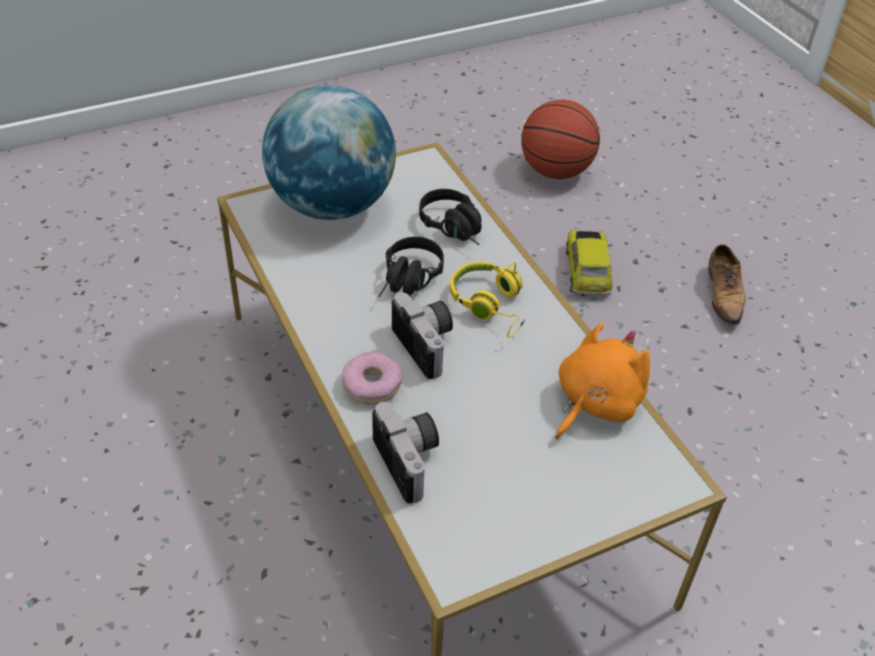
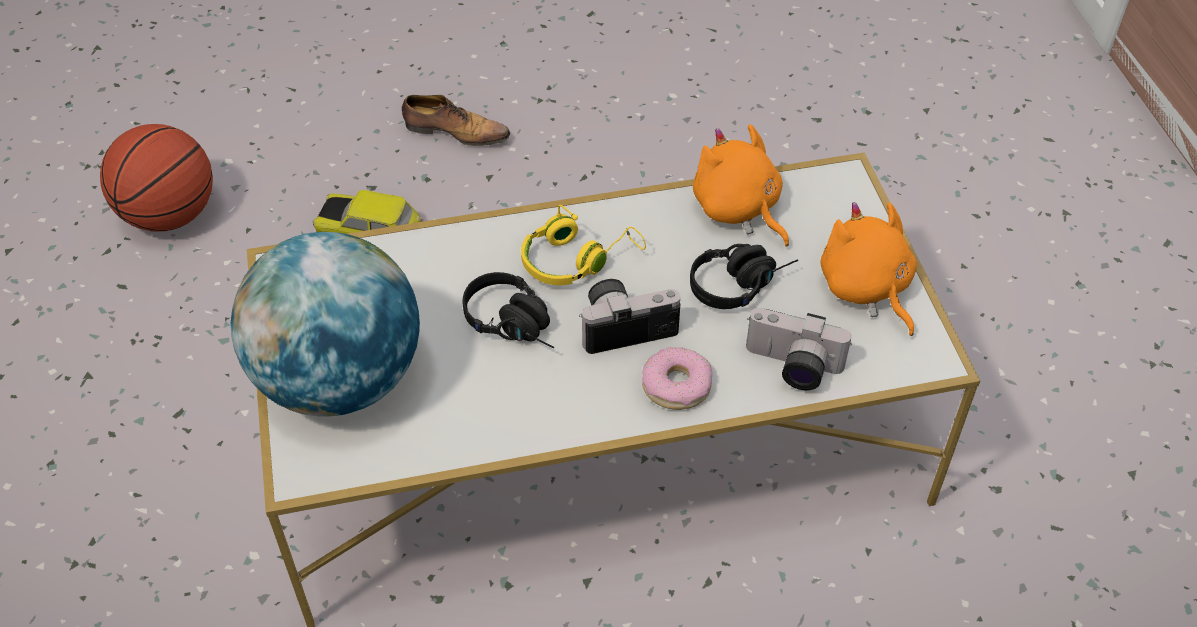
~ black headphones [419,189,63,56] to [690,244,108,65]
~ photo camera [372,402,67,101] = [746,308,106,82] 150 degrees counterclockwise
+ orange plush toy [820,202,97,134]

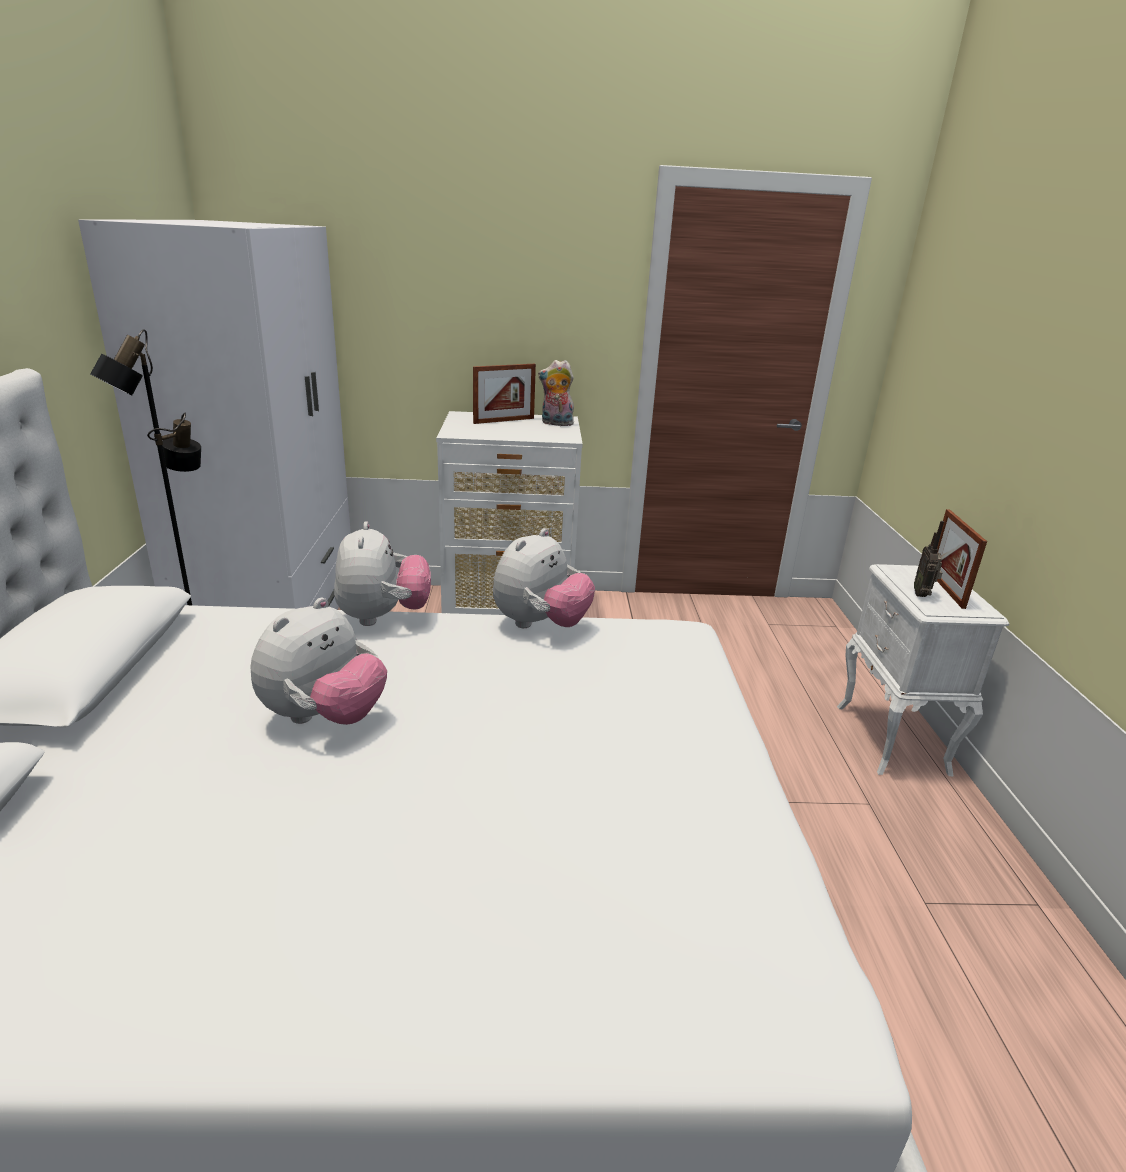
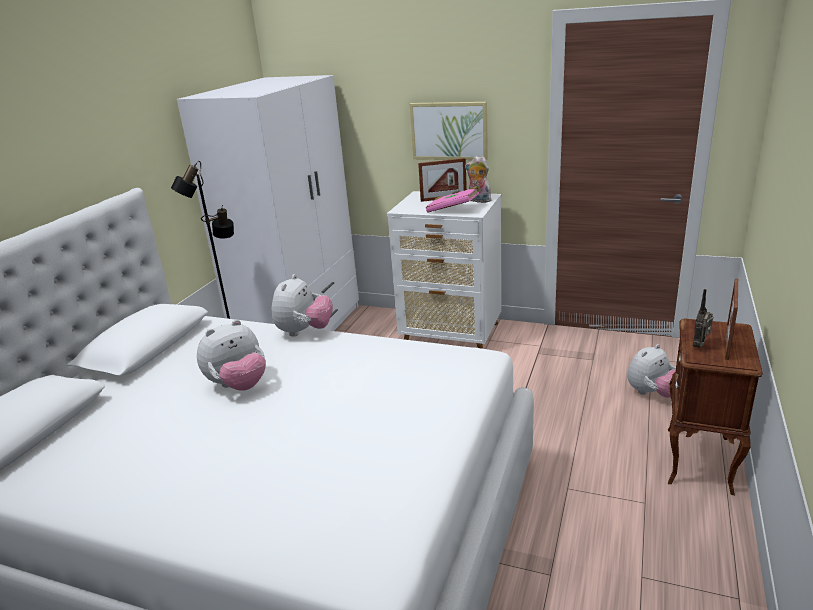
~ plush toy [493,528,102,100] to [627,344,49,54]
~ white nightstand [837,564,172,213] to brown nightstand [668,318,95,178]
+ picture [410,102,78,58]
+ pink book [426,186,53,26]

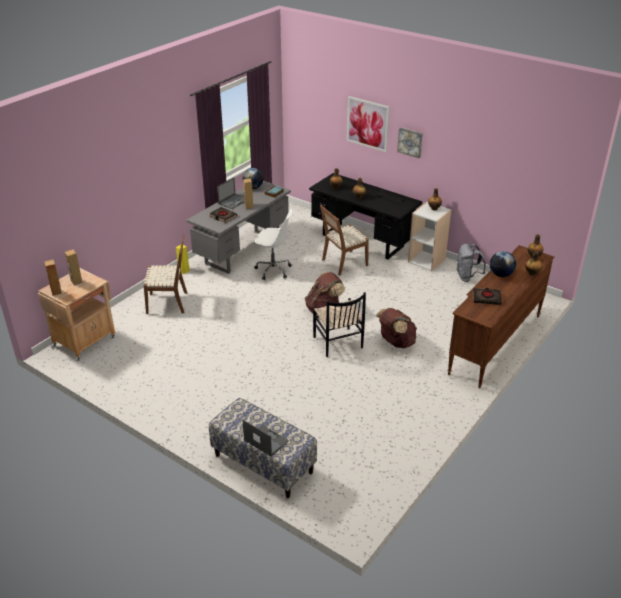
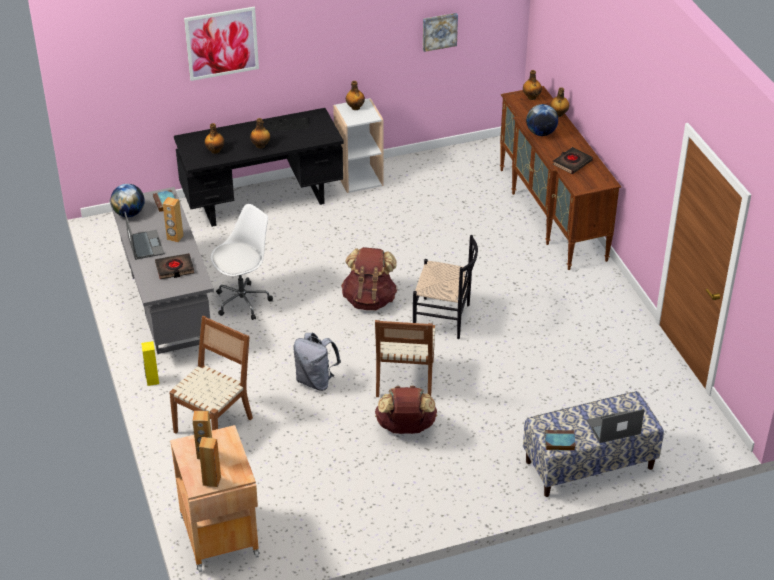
~ picture [397,127,26,31] to [423,13,35,39]
~ chair [320,205,49,70] to [375,320,61,77]
~ grey backpack [456,243,30,39] to [293,333,48,58]
~ brown backpack [375,308,42,40] to [375,386,62,48]
+ book [545,430,31,21]

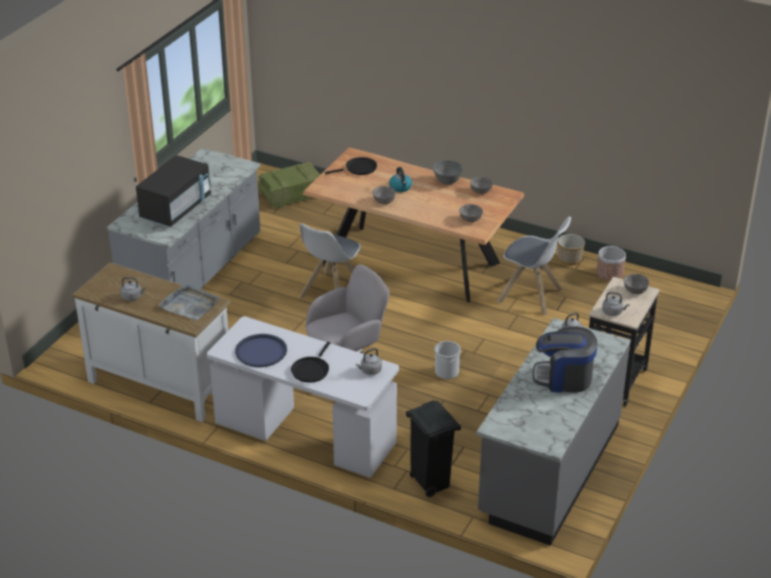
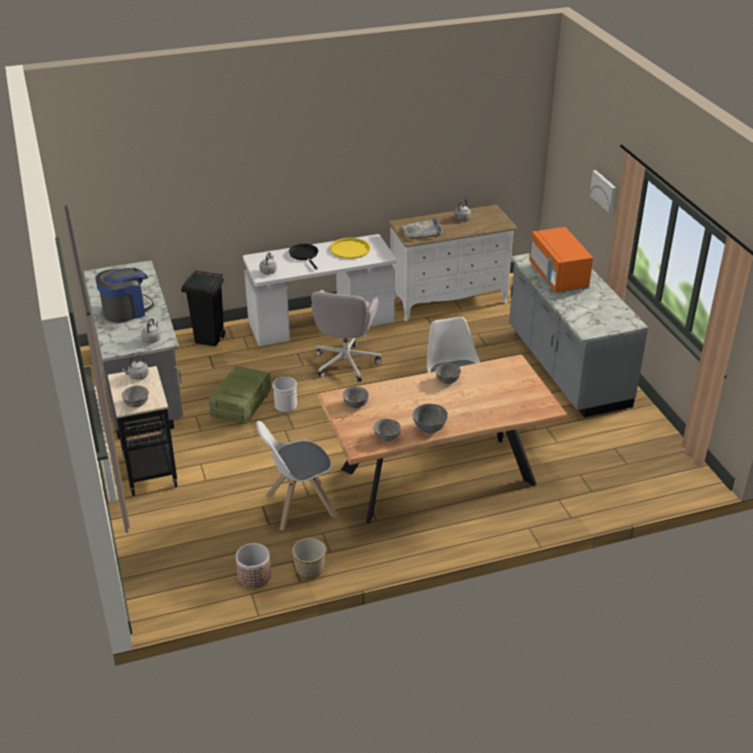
~ black microwave [136,155,75,72] to orange microwave [529,227,64,66]
- black frying pan [325,157,52,18]
~ crate [258,162,62,47] to [209,365,62,60]
- kettle [389,167,23,25]
~ blue tray [235,334,52,33] to yellow tray [330,238,41,21]
+ picture [590,170,26,43]

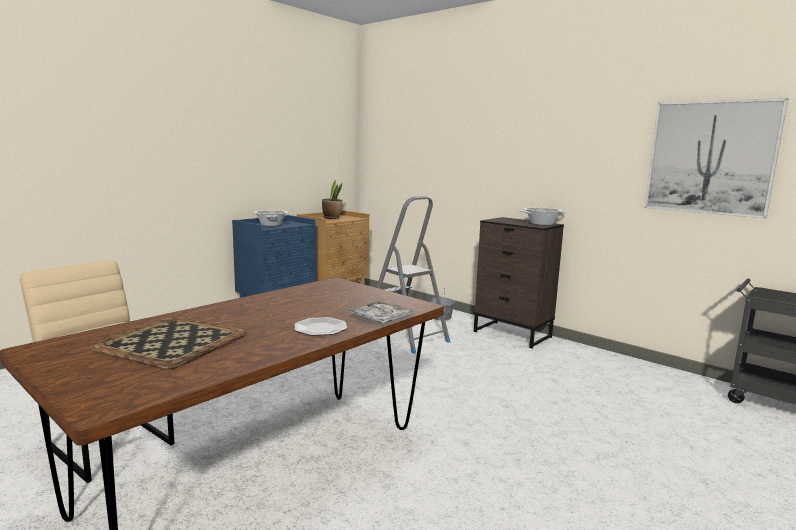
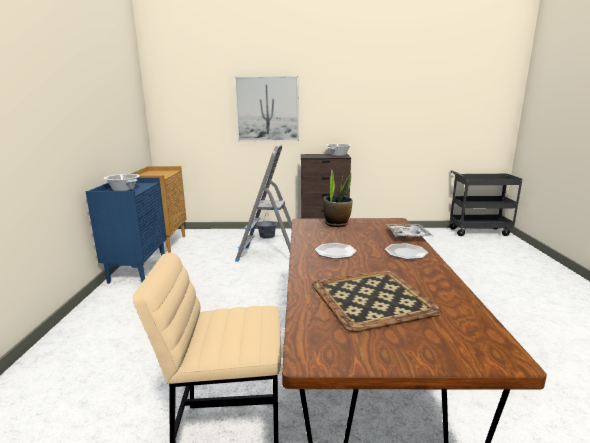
~ picture [644,98,144,121] to [234,76,65,66]
~ potted plant [322,179,21,40] to [324,169,29,58]
+ plate [315,243,42,16]

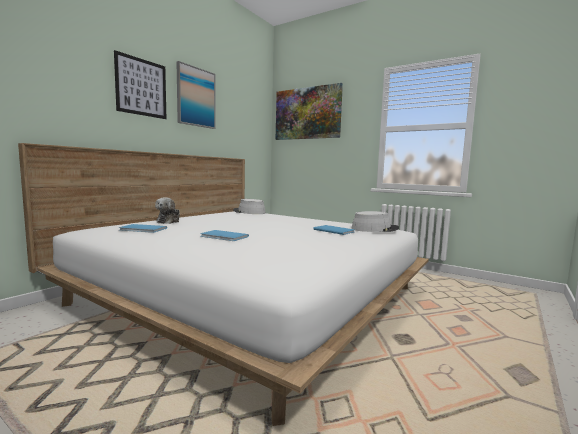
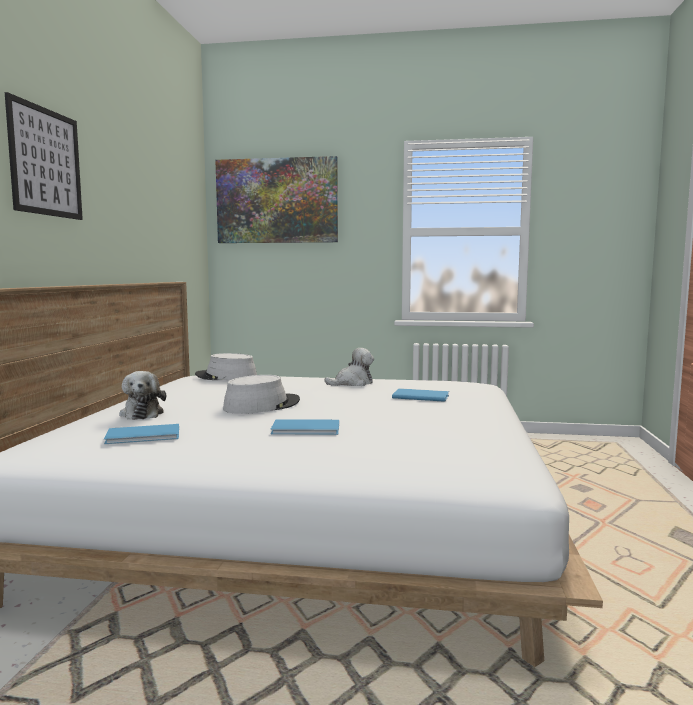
- picture [176,61,40,68]
~ grey hat [351,211,48,21] to [223,375,77,39]
+ plush toy [324,348,50,38]

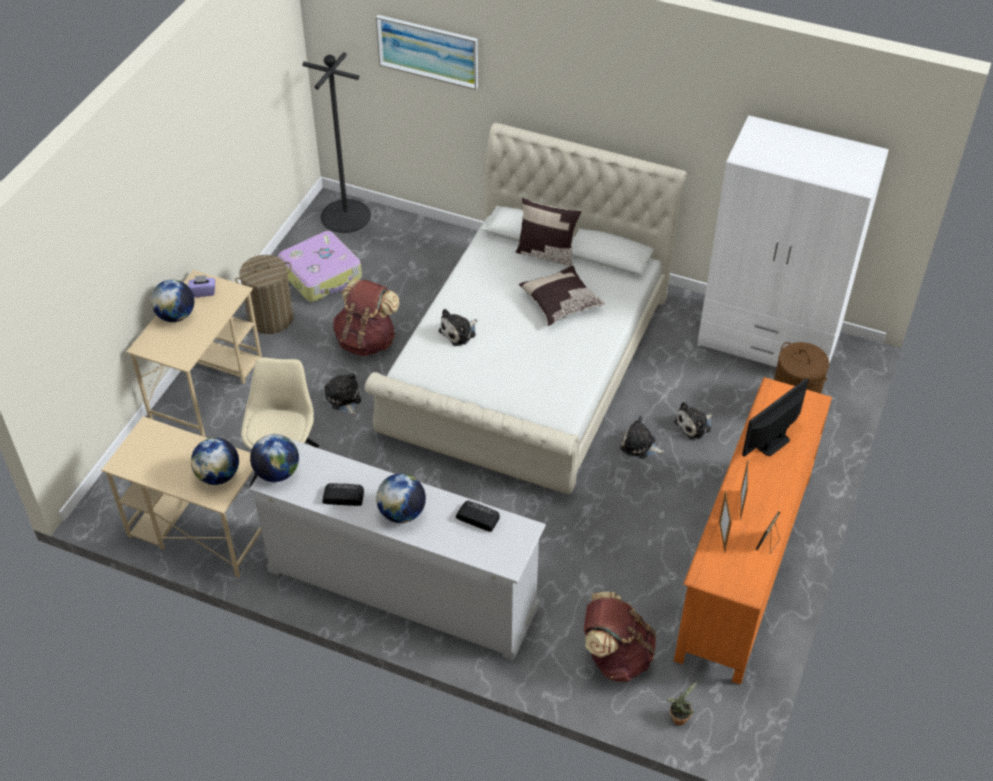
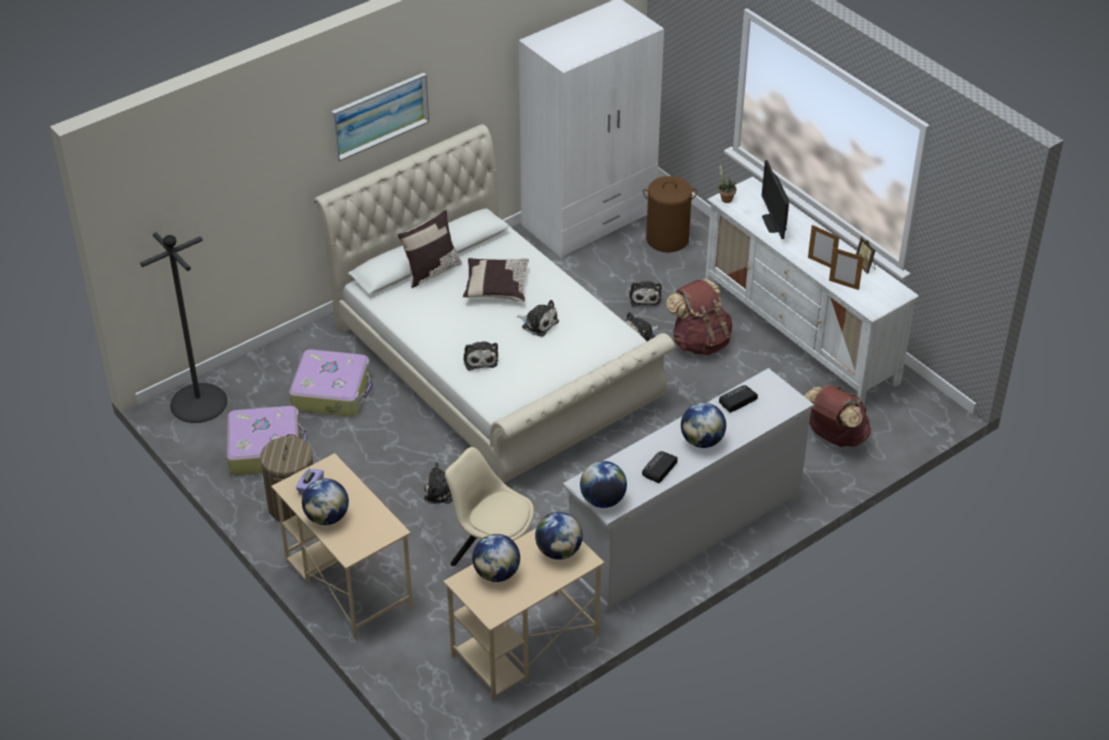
~ picture [376,15,102,75] to [331,73,98,88]
~ brown backpack [333,279,67,77] to [666,279,66,76]
~ orange dresser [674,377,158,308] to white dresser [705,177,214,228]
~ potted plant [666,682,31,43] to [716,163,21,40]
+ plush toy [517,300,42,37]
+ suitcase [289,349,84,68]
+ globe [472,534,48,48]

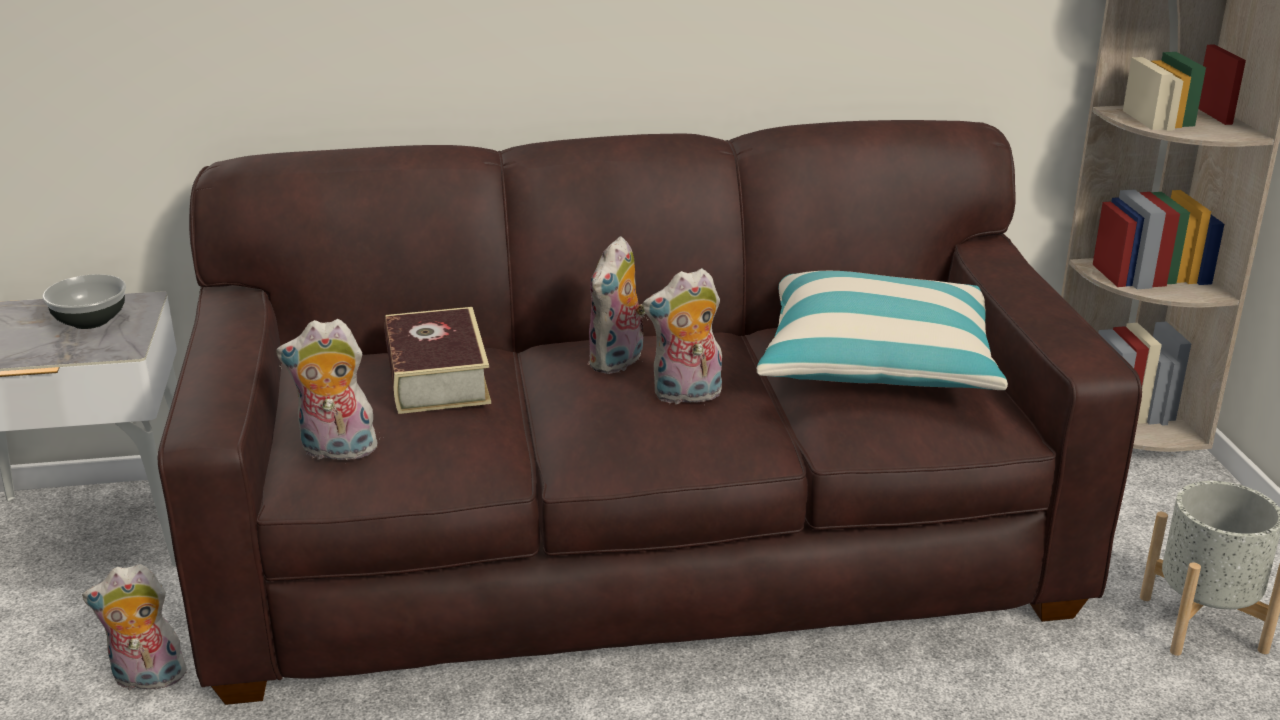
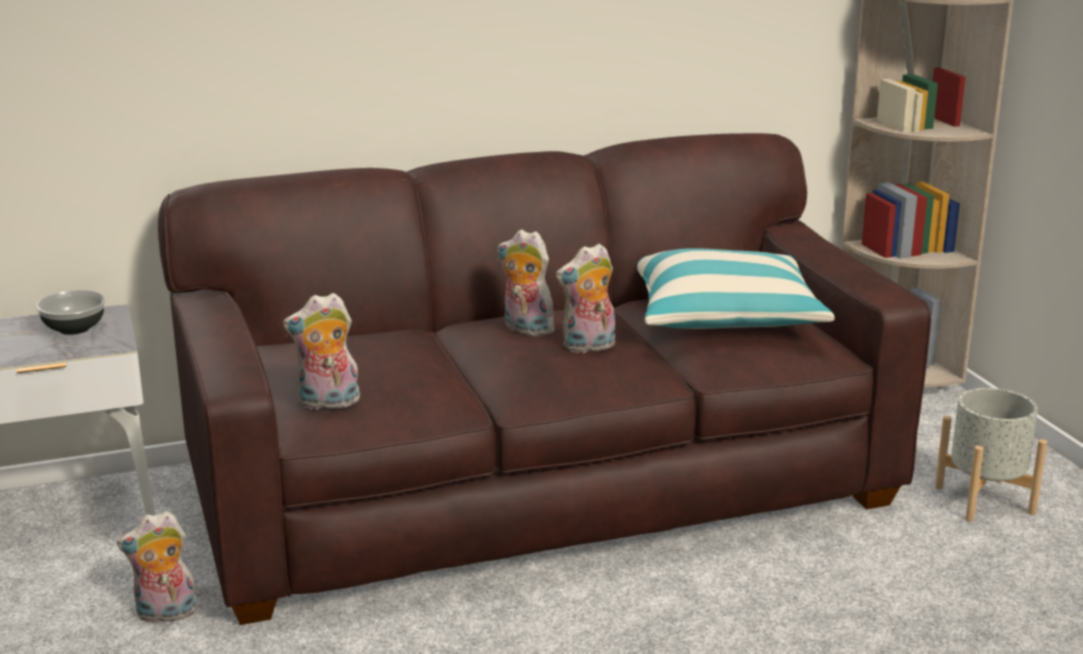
~ plush toy [588,236,58,138] = [498,230,63,106] 105 degrees clockwise
- book [385,307,106,107]

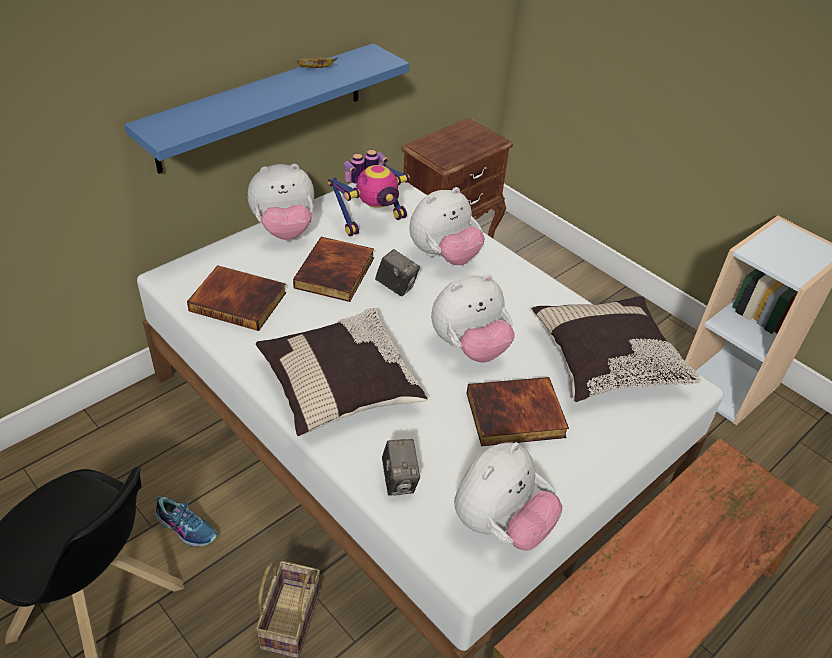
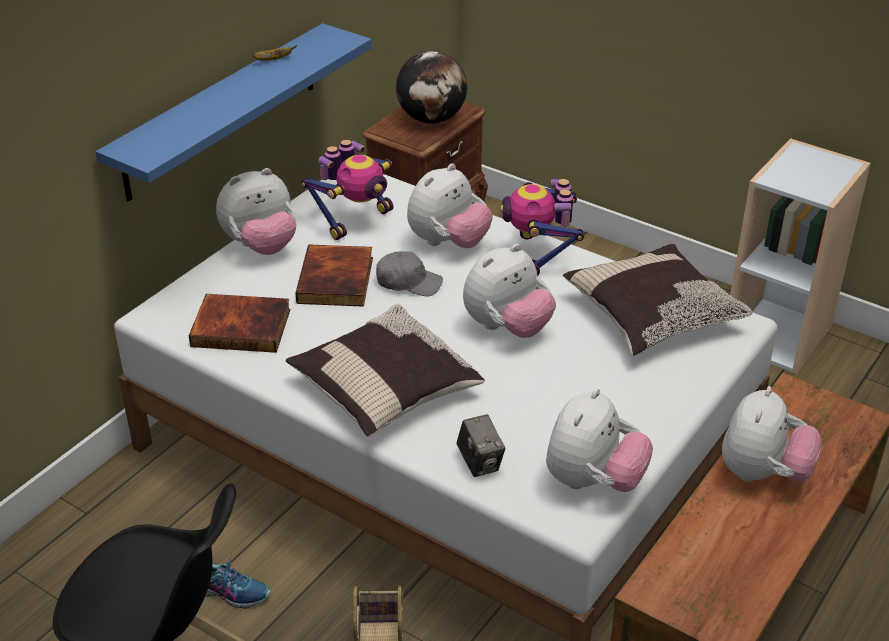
~ photo camera [375,249,45,47] to grey cap [376,251,67,45]
- book [467,377,102,69]
+ globe [396,51,71,73]
+ toy robot [500,179,84,97]
+ plush toy [722,386,100,96]

